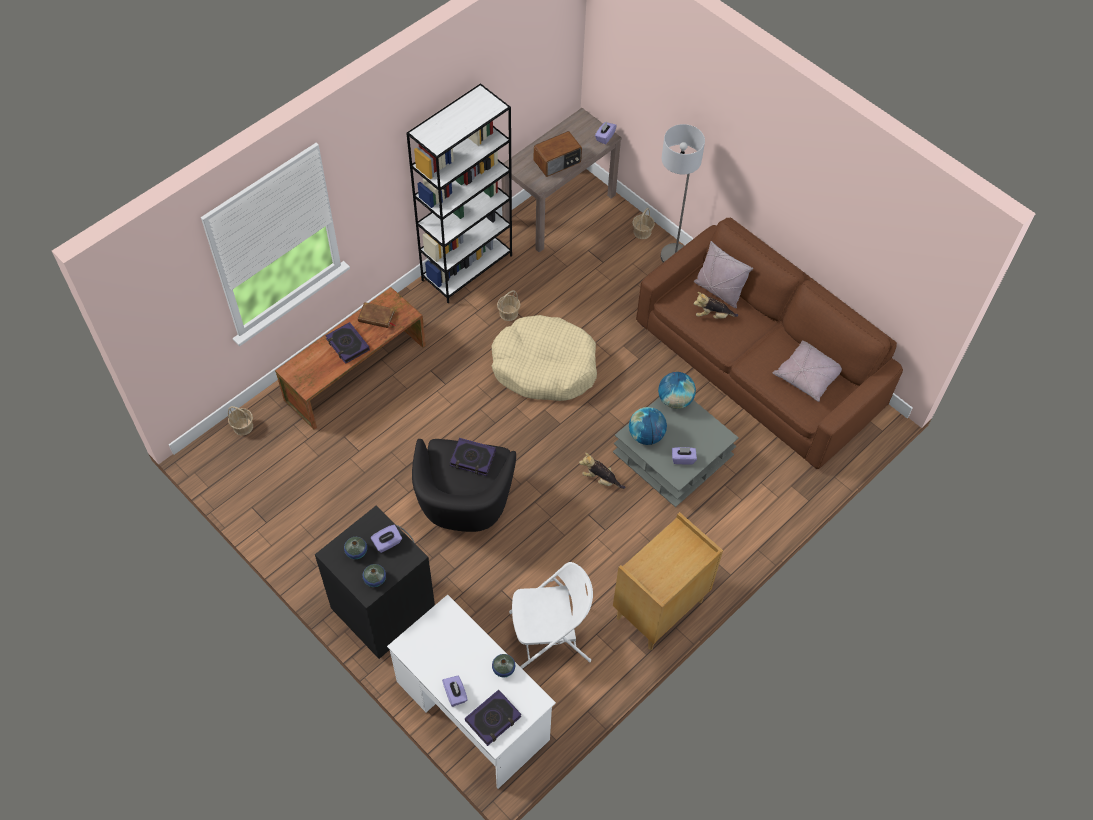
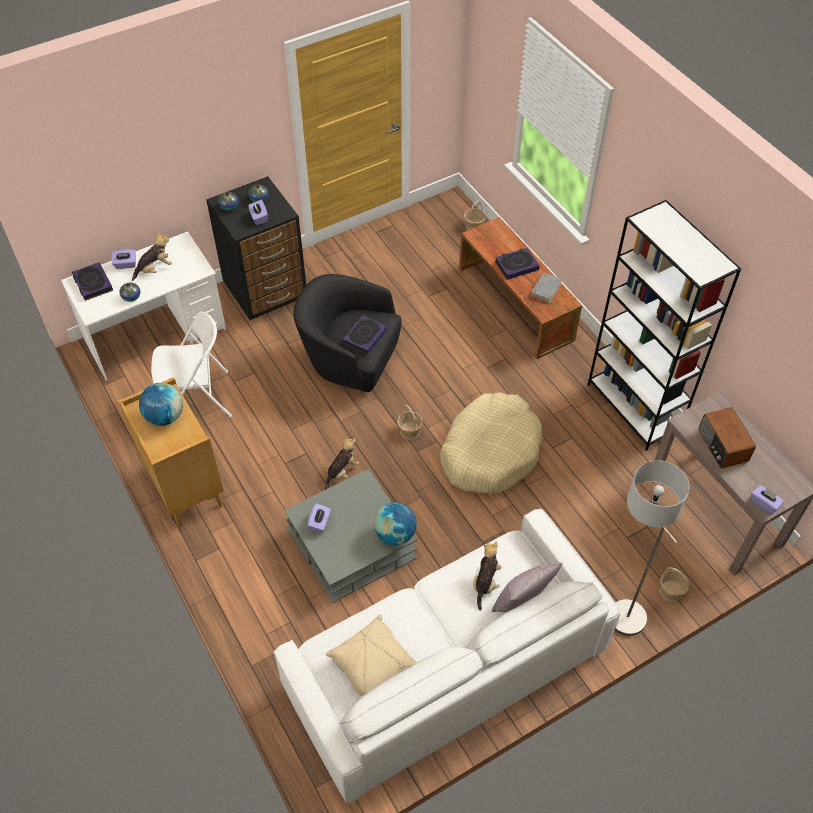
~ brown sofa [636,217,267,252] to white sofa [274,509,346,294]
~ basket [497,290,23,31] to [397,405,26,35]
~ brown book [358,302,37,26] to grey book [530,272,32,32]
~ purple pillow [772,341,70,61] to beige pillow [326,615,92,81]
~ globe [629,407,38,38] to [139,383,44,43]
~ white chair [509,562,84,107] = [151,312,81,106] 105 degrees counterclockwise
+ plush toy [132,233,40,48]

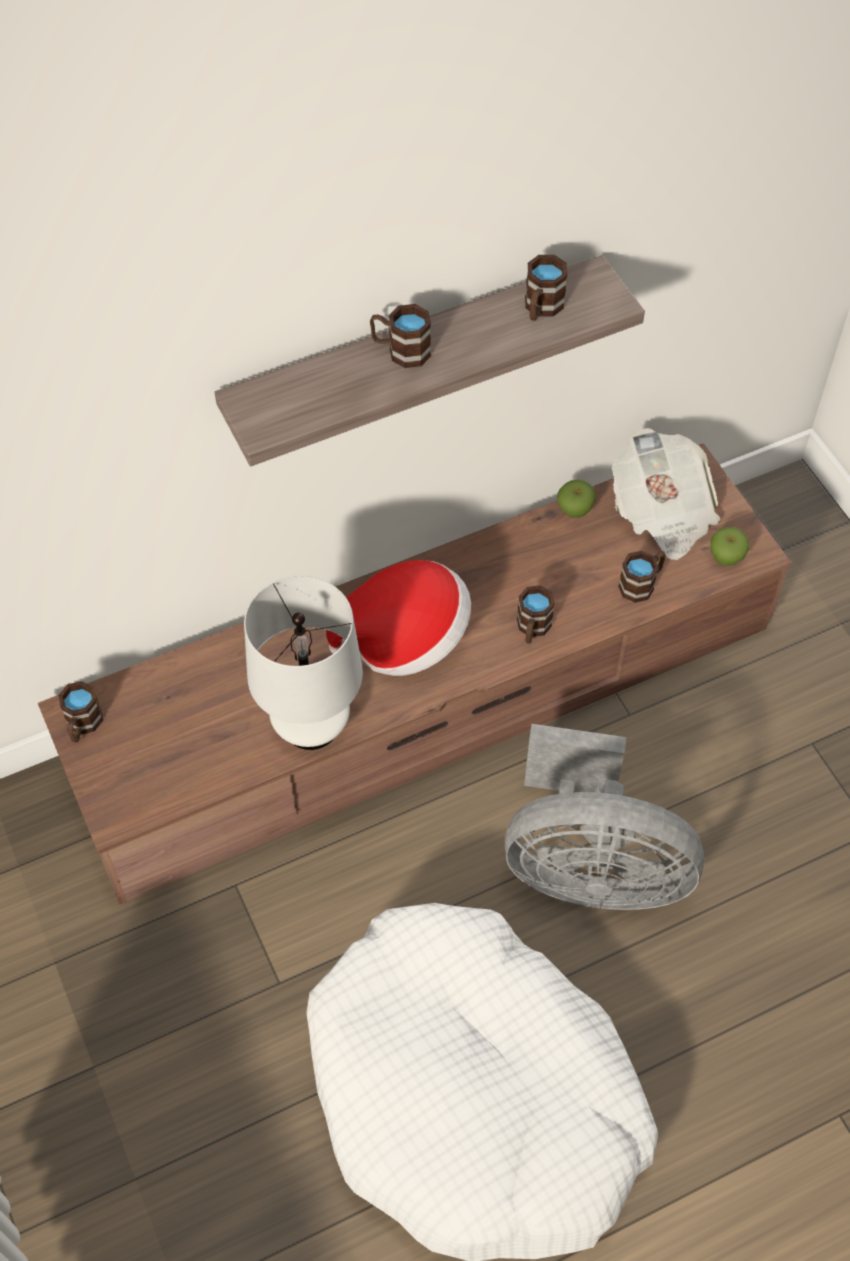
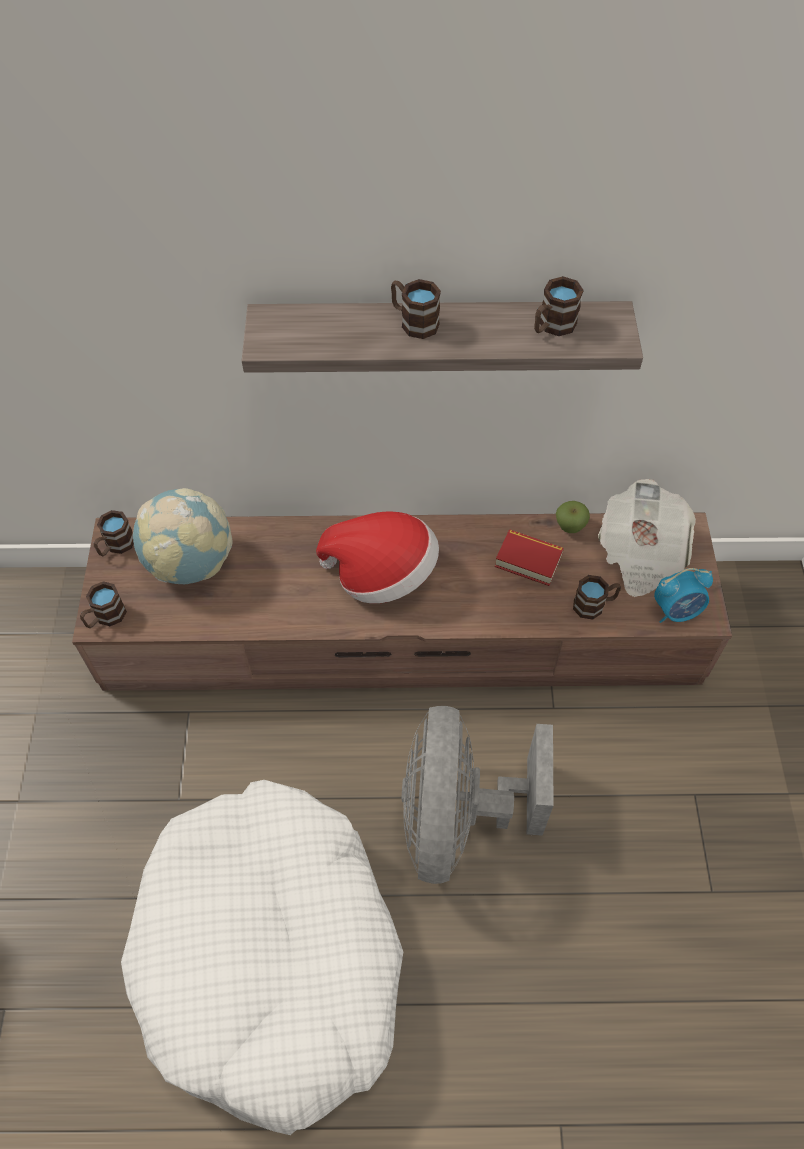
~ apple [710,527,40,39] to alarm clock [654,568,59,55]
- white table lamp [244,576,119,174]
~ brown mug [517,585,38,59] to [80,581,47,47]
~ grey fan [505,724,199,186] = [401,706,152,178] 60 degrees clockwise
+ globe [133,488,100,96]
+ book [495,530,69,56]

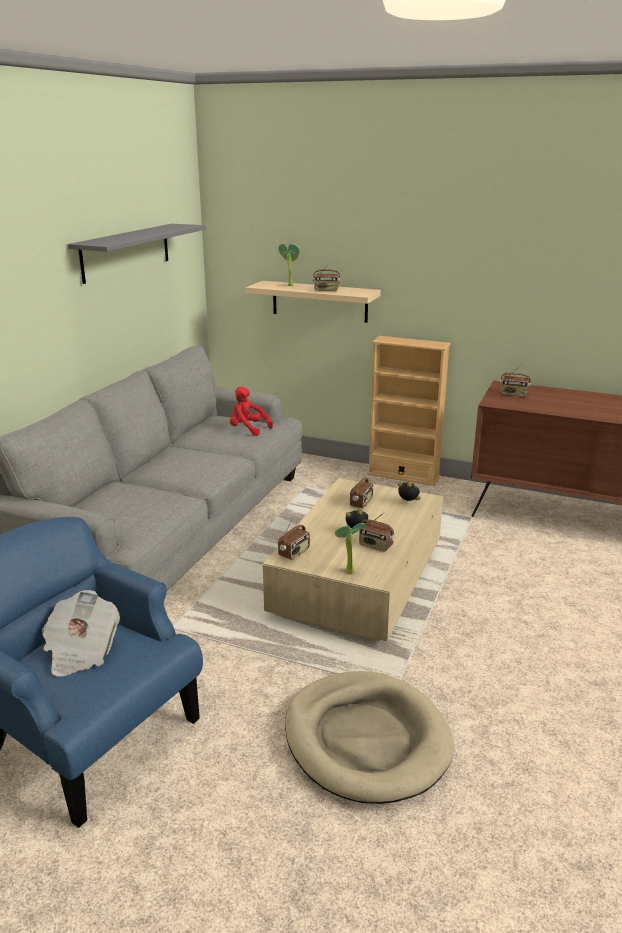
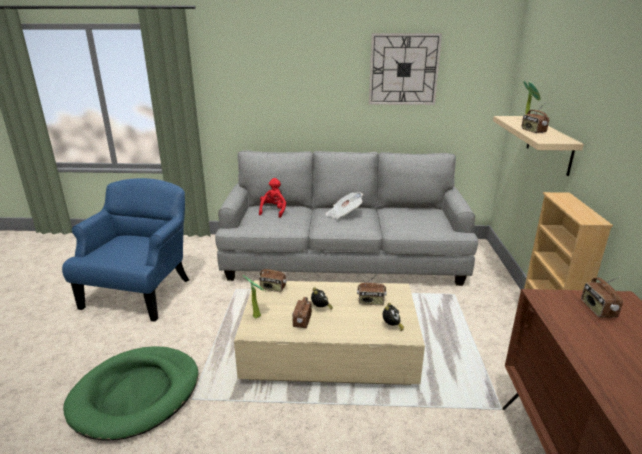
~ grey shelf [68,224,138,60] to wall clock [369,33,73,72]
~ red plush toy [230,387,43,49] to [259,178,27,40]
~ newspaper [42,590,78,87] to [325,192,38,27]
~ beige dog bed [285,671,169,133] to green dog bed [63,346,135,95]

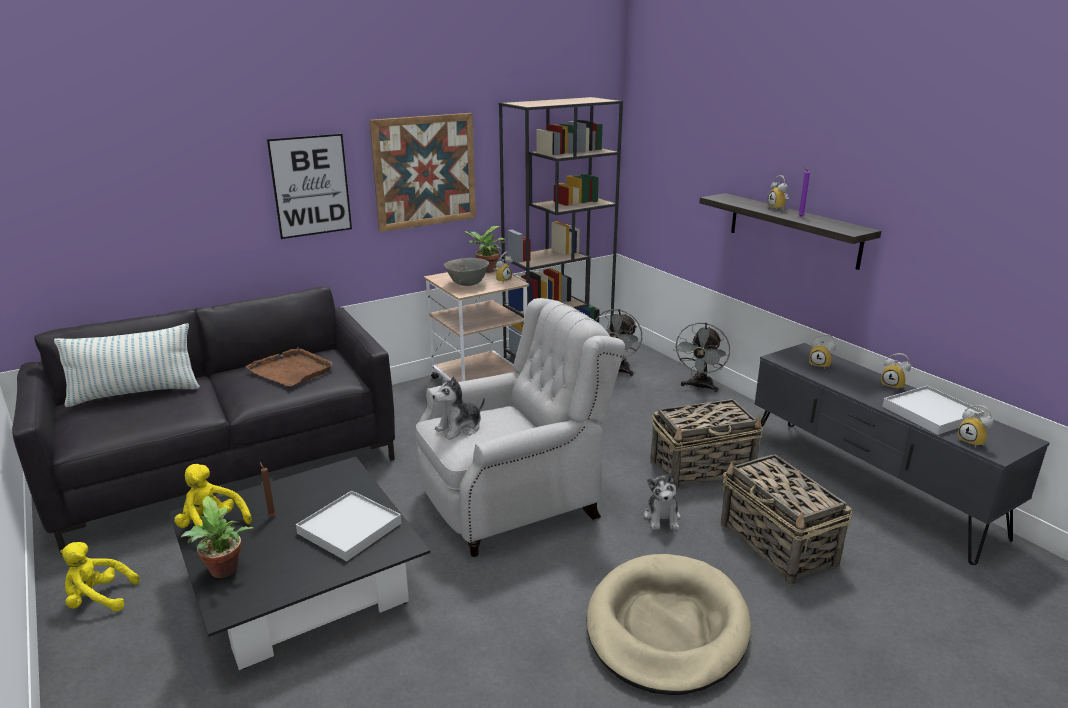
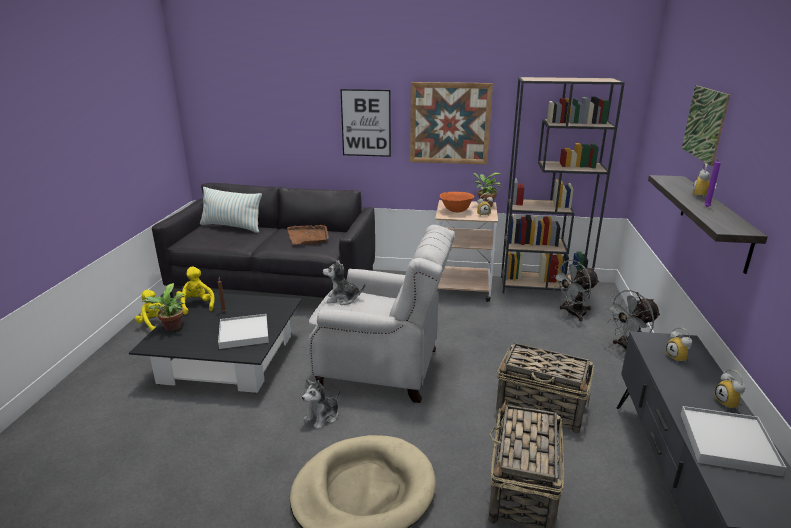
~ grey bowl [444,258,45,28] to orange bowl [440,192,34,20]
- alarm clock [958,405,36,42]
~ plush toy [644,472,37,58] to [302,379,38,50]
+ picture [682,85,48,81]

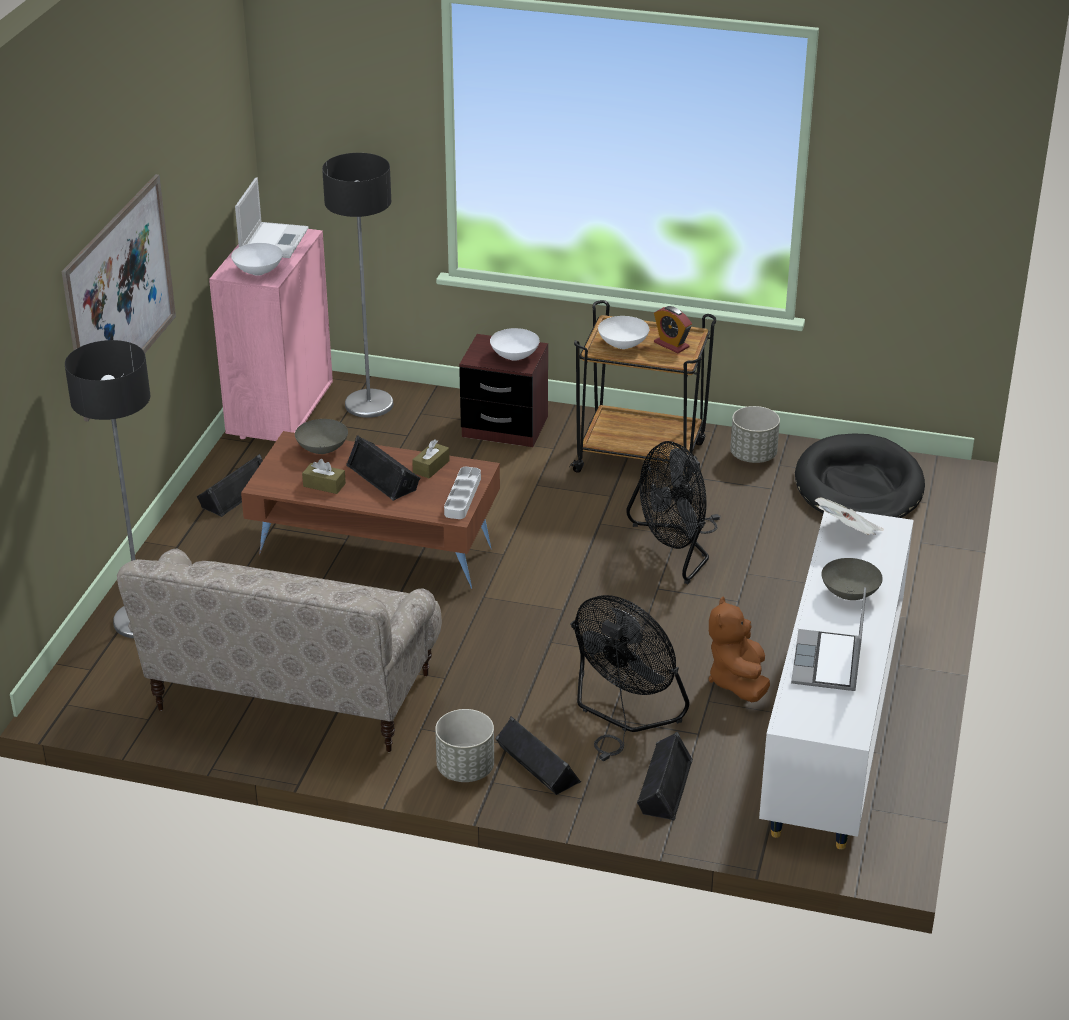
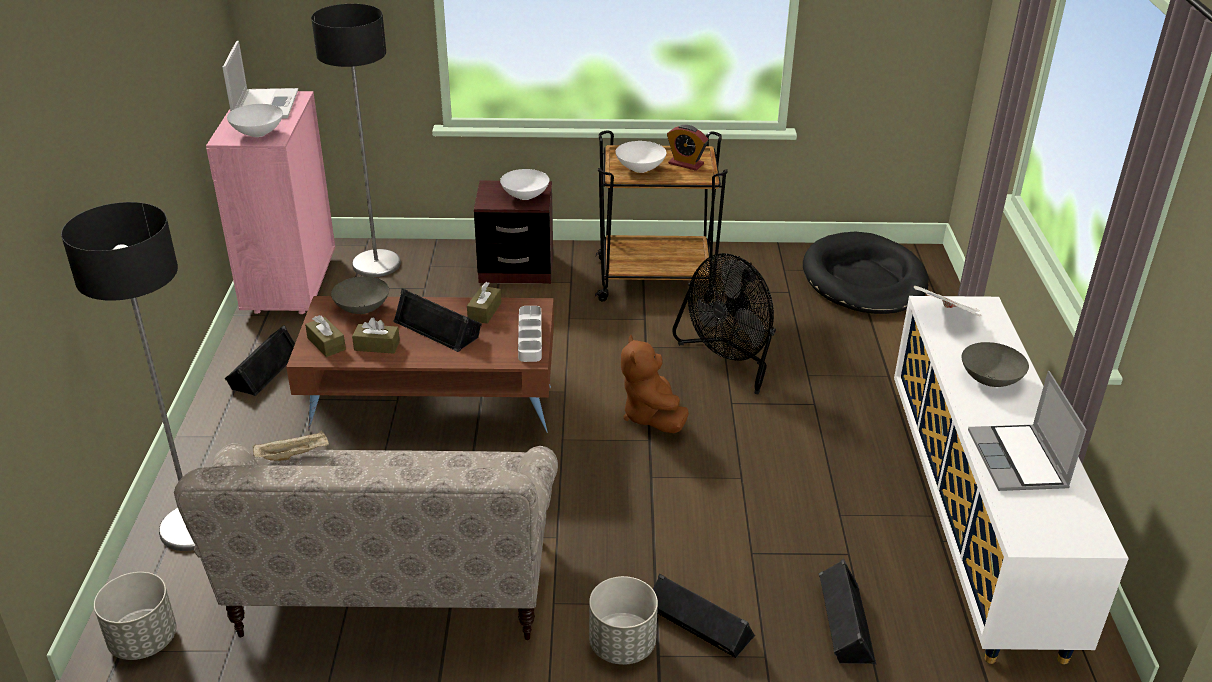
- picture [62,174,114,247]
~ grey planter [730,406,50,57] to [94,572,83,88]
- black fan [570,595,119,167]
~ brown plush toy [708,597,62,105] to [621,335,68,98]
+ brown tissue box [305,315,41,42]
+ beige tray [253,430,76,31]

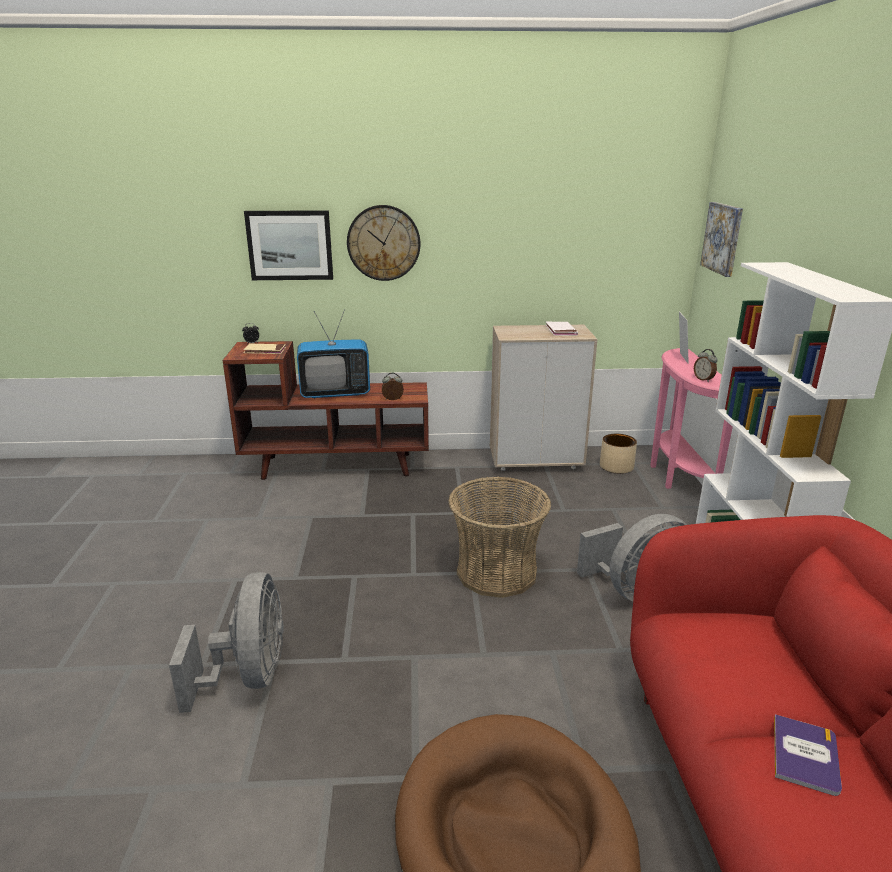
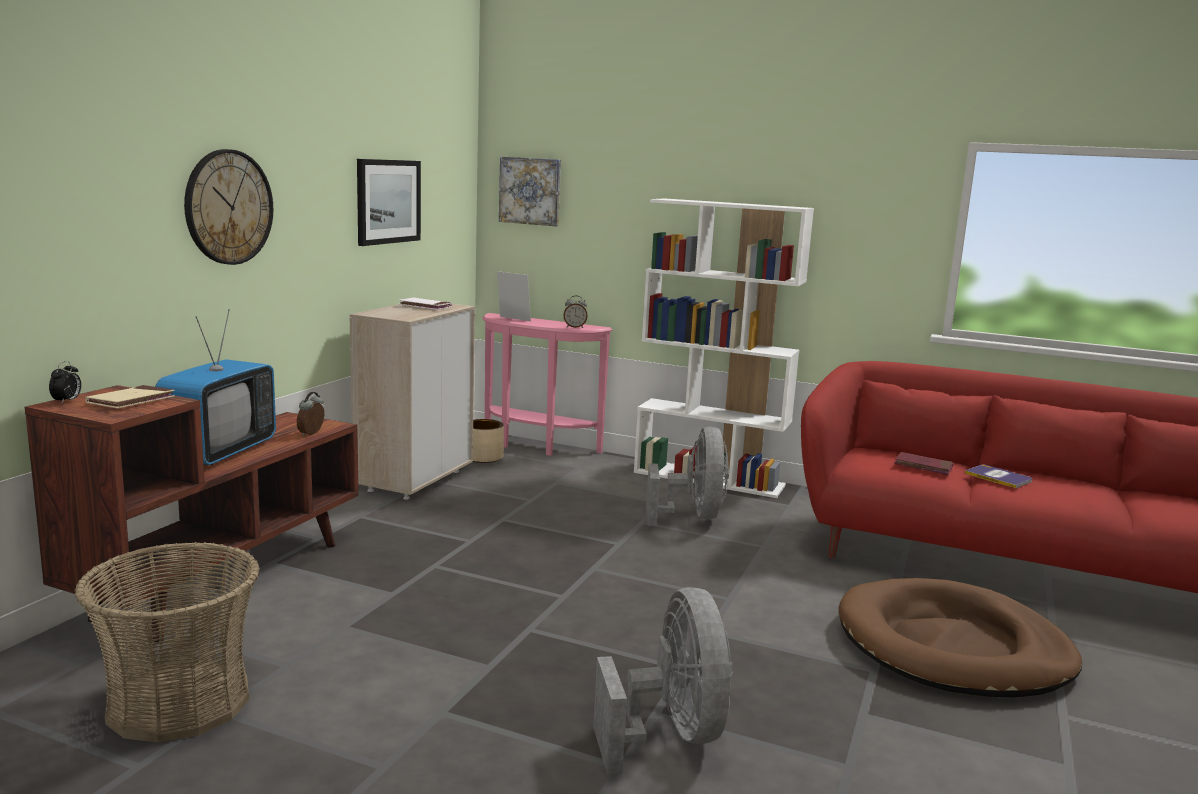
~ picture [244,210,89,70] to [357,159,64,87]
~ basket [448,477,103,121] to [74,542,186,201]
~ grey fan [169,572,115,141] = [593,587,140,187] 60 degrees clockwise
+ red book [894,452,60,23]

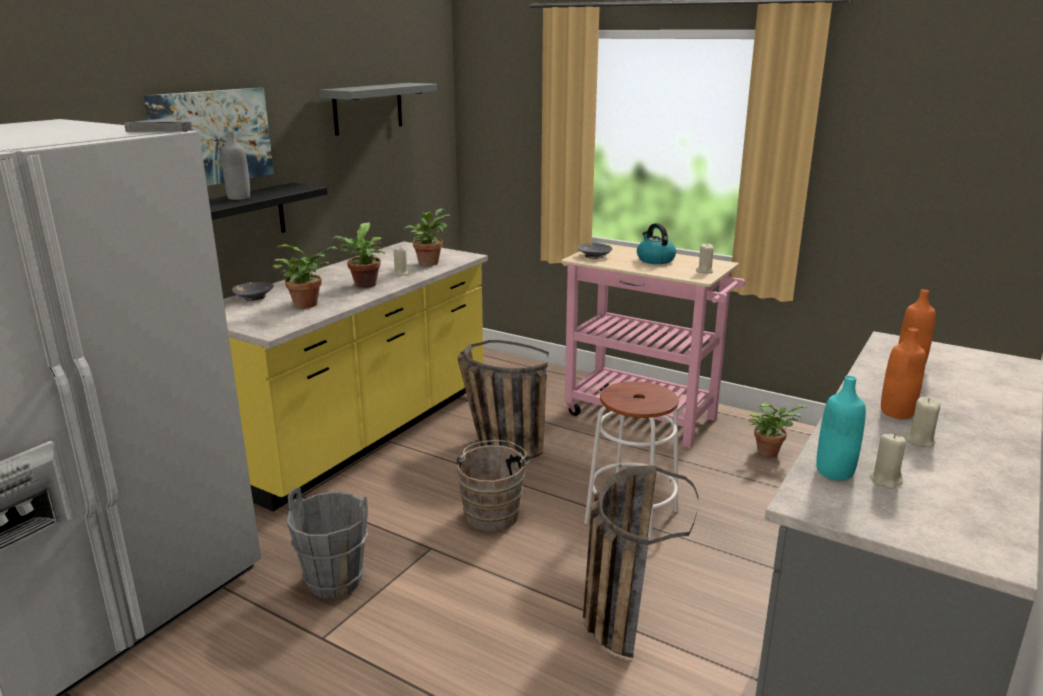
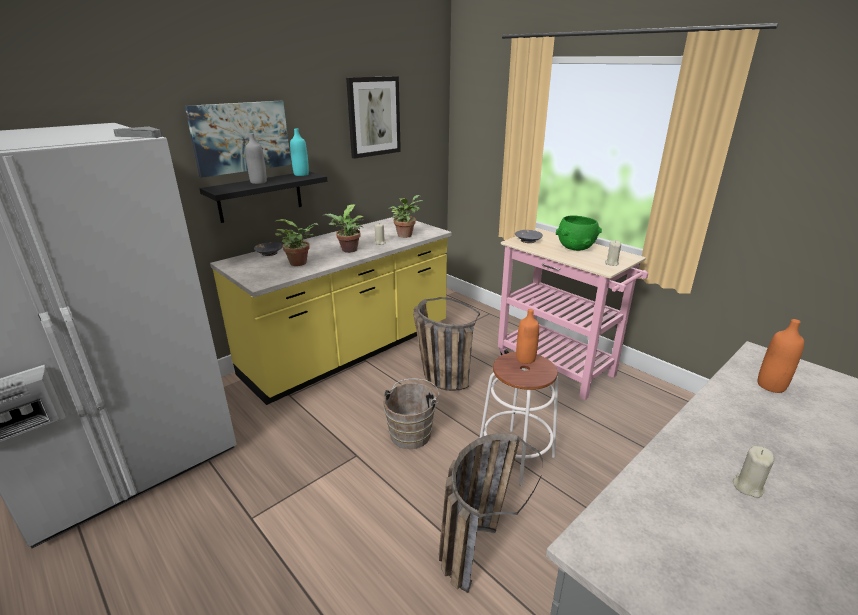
~ grey shelf [319,83,118,53] to picture [346,76,55,83]
~ kettle [637,223,39,41] to green bowl [556,215,46,36]
~ orange bottle [881,328,45,91] to [516,309,23,55]
~ turquoise bottle [816,376,50,104] to [290,129,19,47]
- potted plant [748,403,59,54]
- beige candle [870,434,36,55]
- grey bucket [286,487,82,111]

